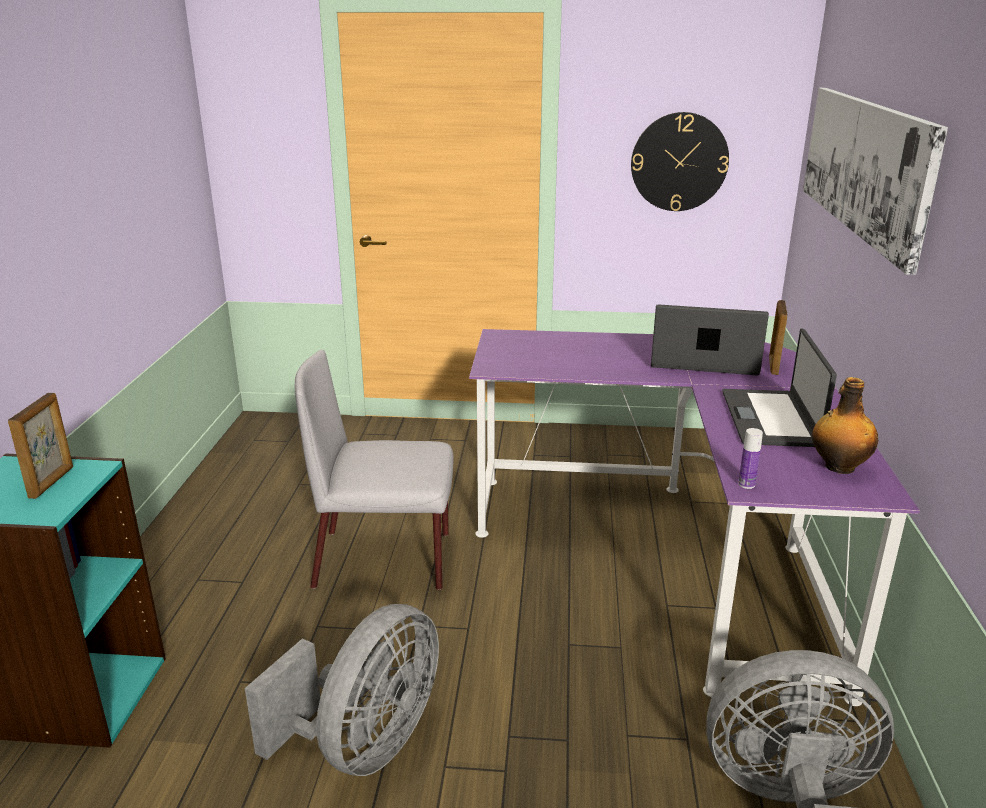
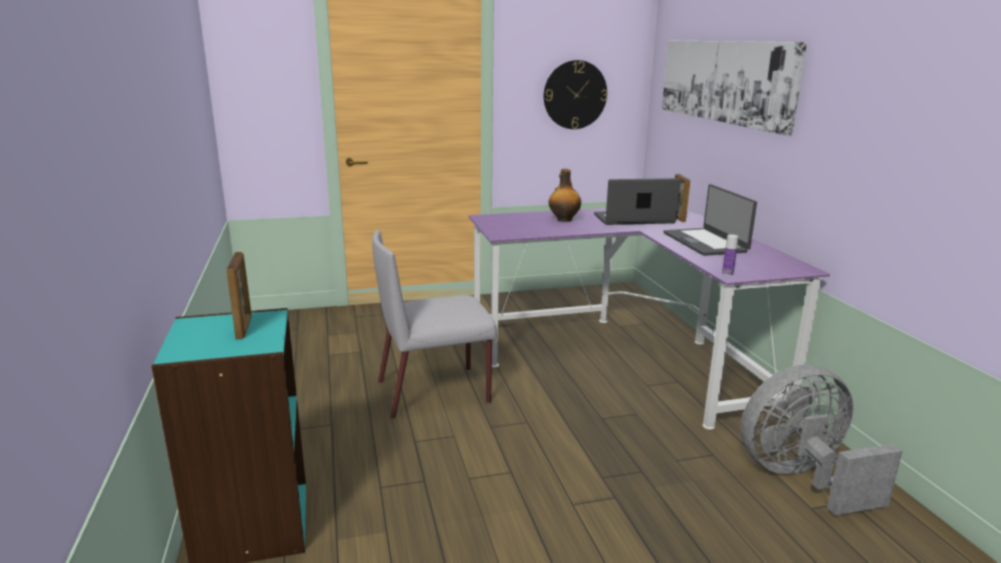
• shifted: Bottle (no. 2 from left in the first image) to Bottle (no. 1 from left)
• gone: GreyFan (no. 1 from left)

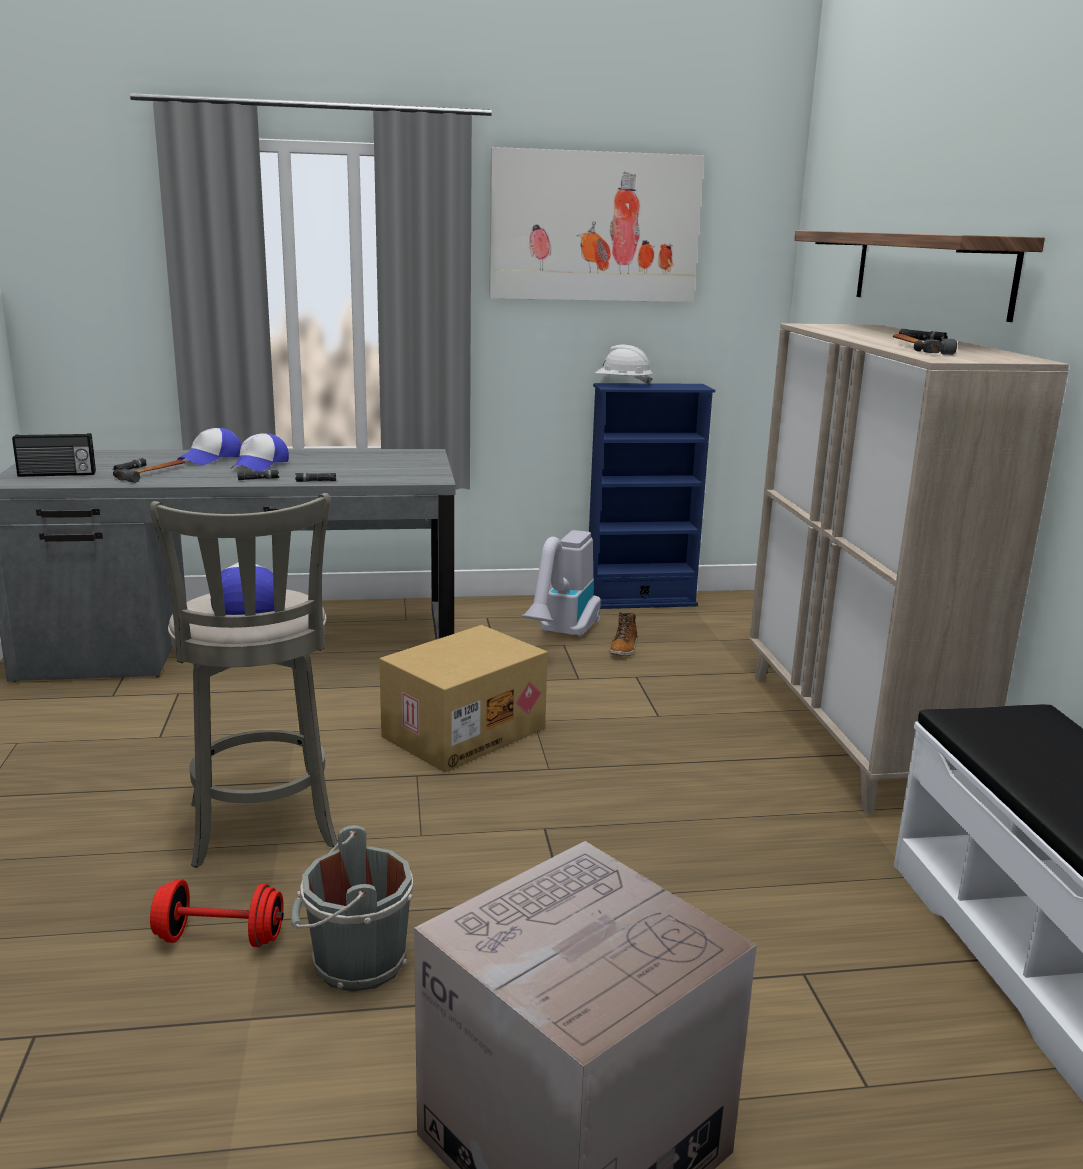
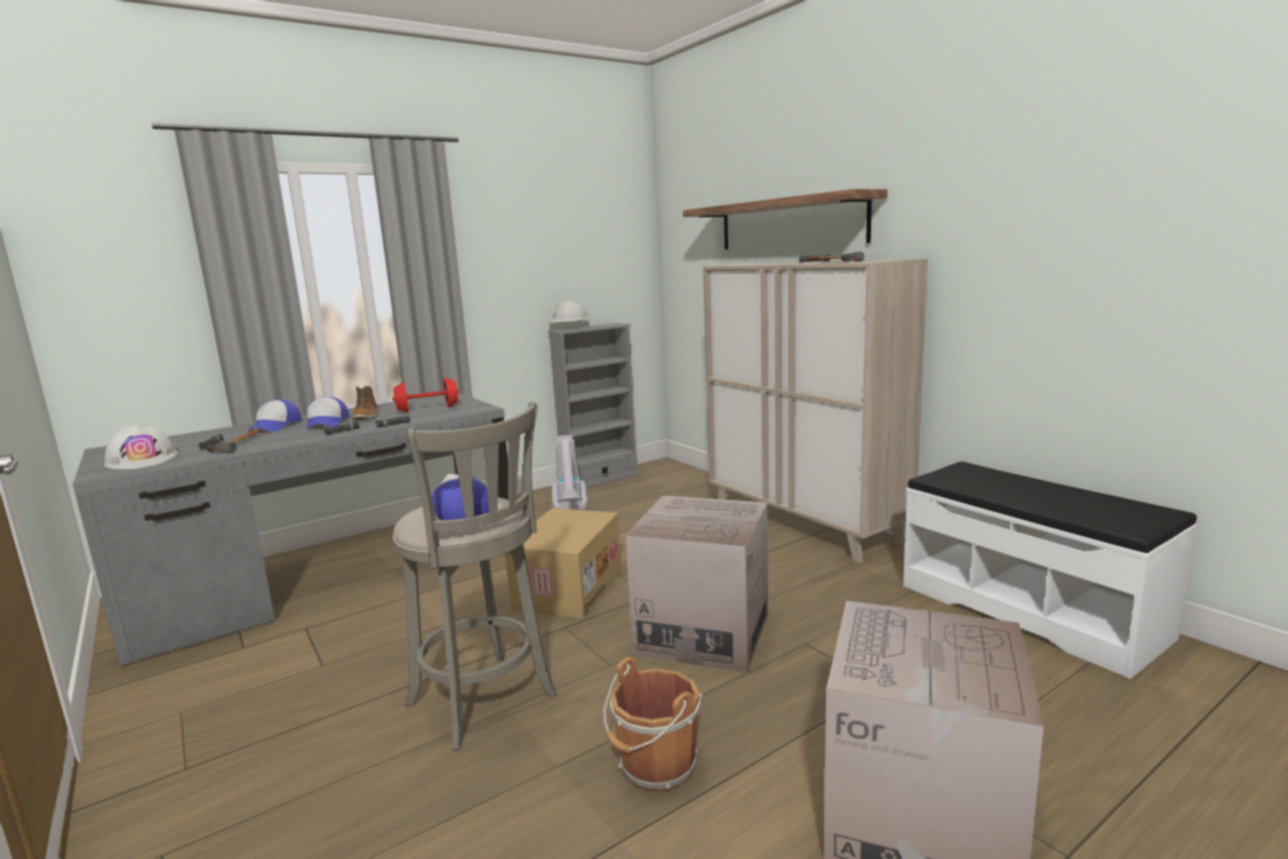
• gone: Picture
• repainted: BlueBookcase to GreyBookcase
• swapped: Radio to WhiteHardHat (no. 1 from left)
• shifted: Boot
• repainted: GreyBucket to BrownBucket
• shifted: RedDumbbell
• new: CardboardBox (no. 2 from left)

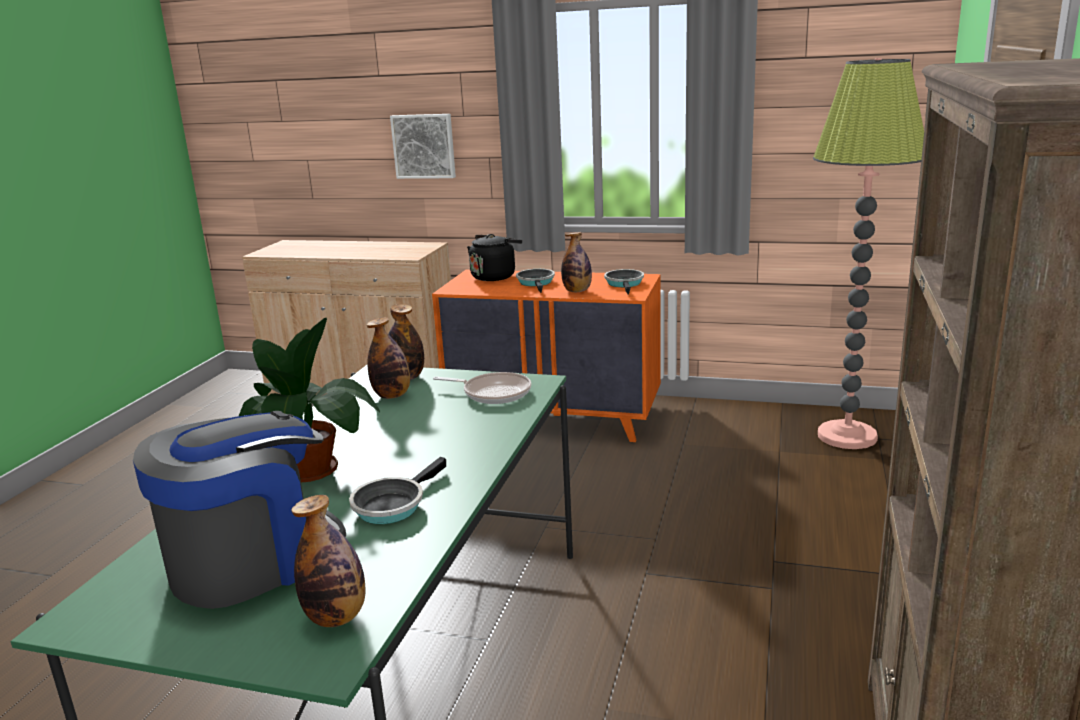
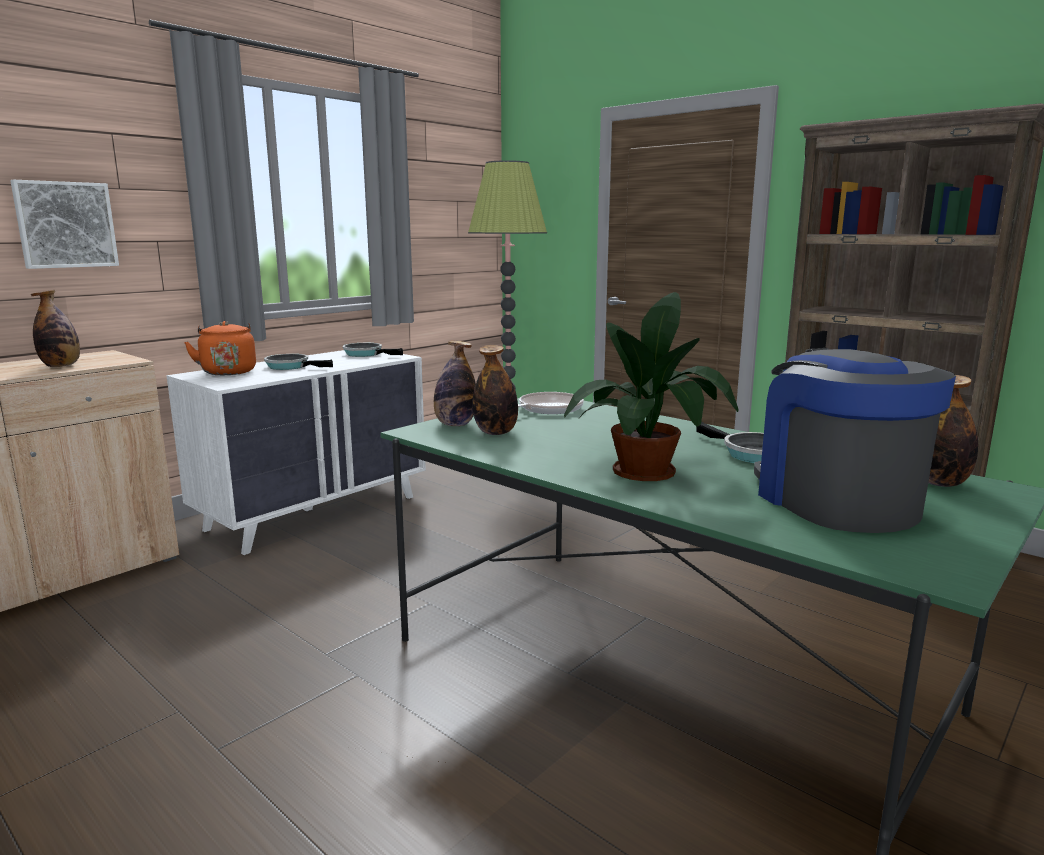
• shifted: Bottle (no. 4 from left in the first image) to Bottle (no. 1 from left)
• repainted: BlackKettle to OrangeKettle
• repainted: OrangeDresser to WhiteDresser

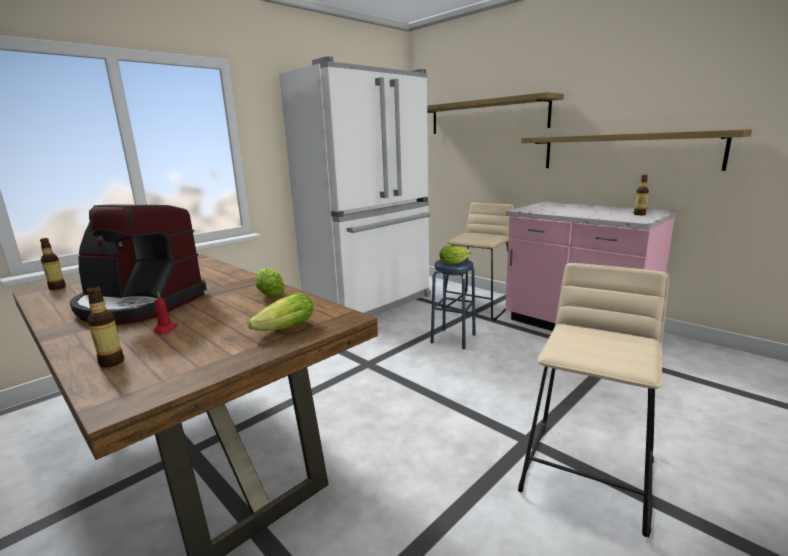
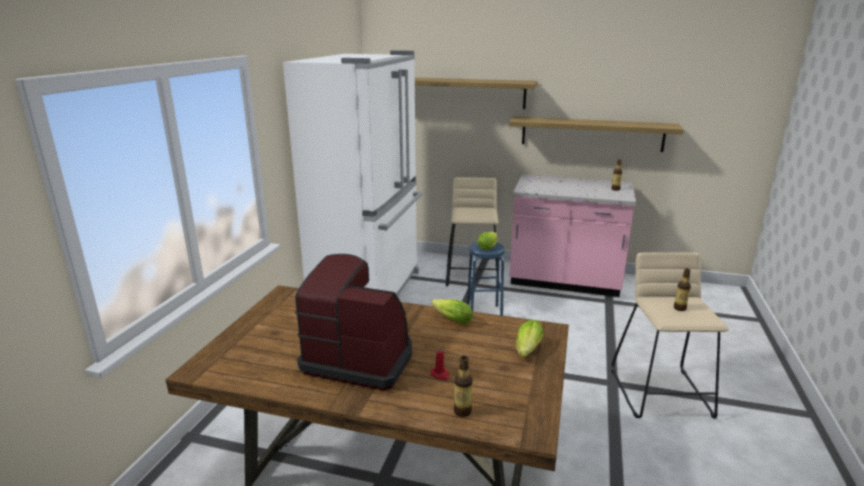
• rotated: CoffeeMachine 150 degrees counterclockwise
• shifted: Bottle (no. 1 from left in the first image) to Bottle (no. 3 from left)

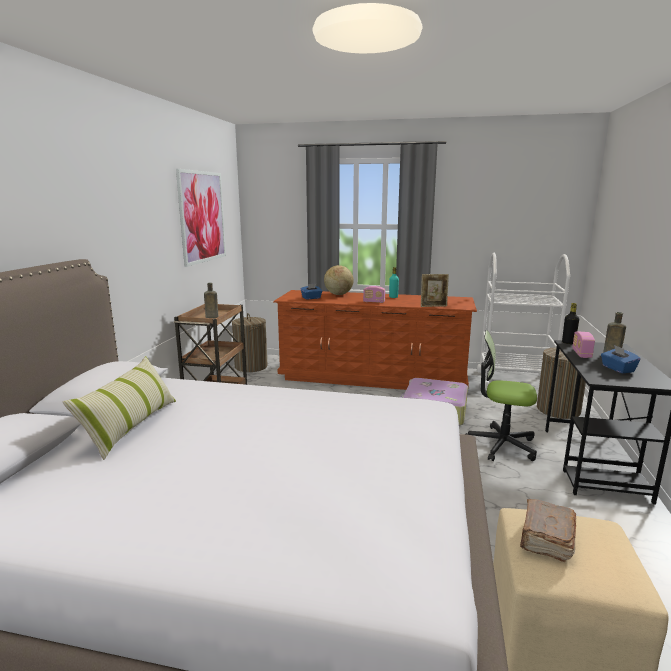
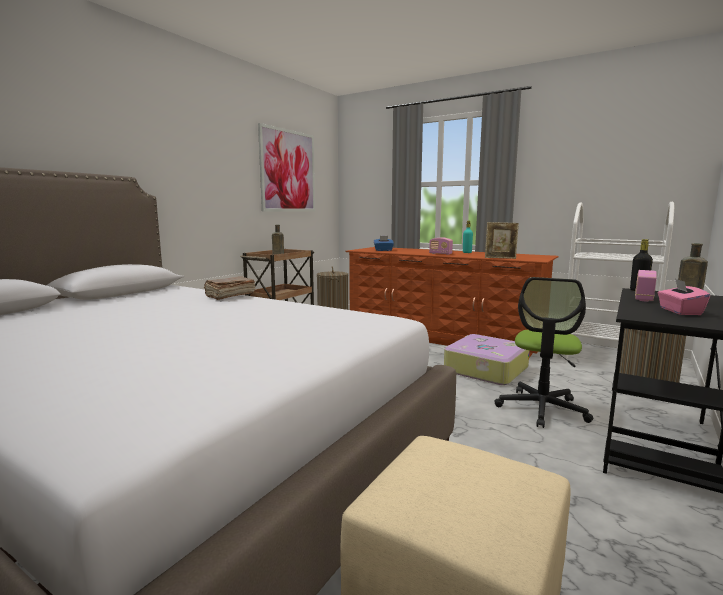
• gone: Globe
• rotated: OfficeChair 105 degrees counterclockwise
• repainted: BlueTissueBox (no. 2 from left) to PinkTissueBox
• gone: Pillow
• shifted: BrownBook

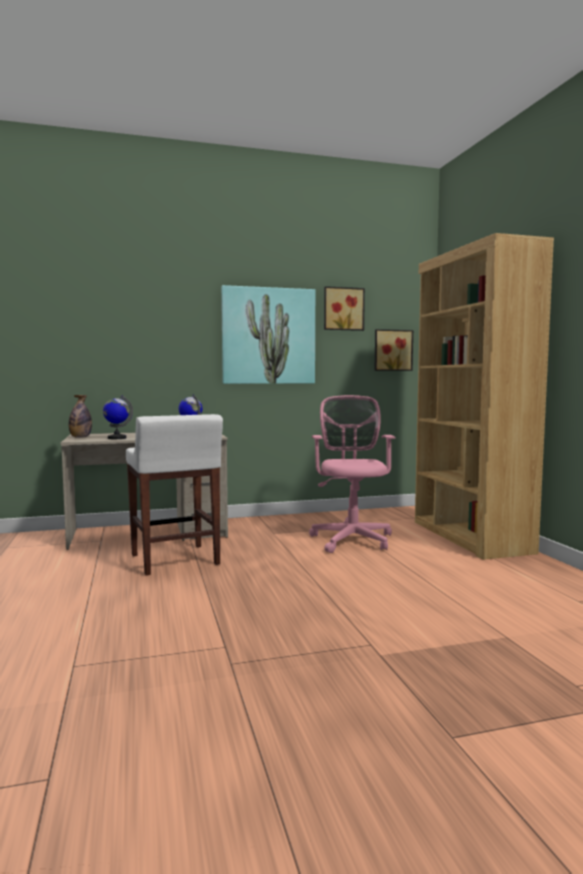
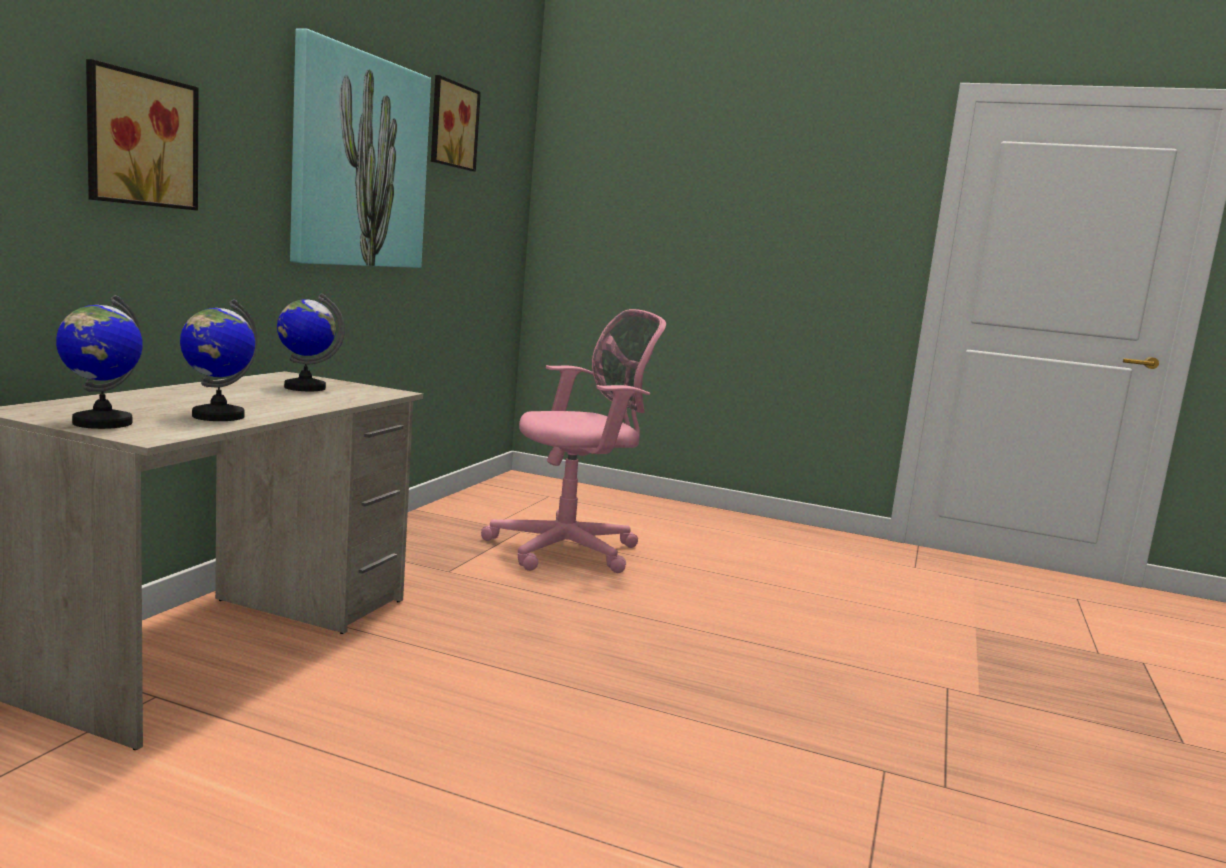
• gone: BrownBookcase
• shifted: Picture (no. 3 from left in the first image) to Picture (no. 1 from left)
• swapped: Bottle to Globe (no. 1 from left)
• rotated: PinkOfficeChair 120 degrees clockwise
• gone: WhiteStool

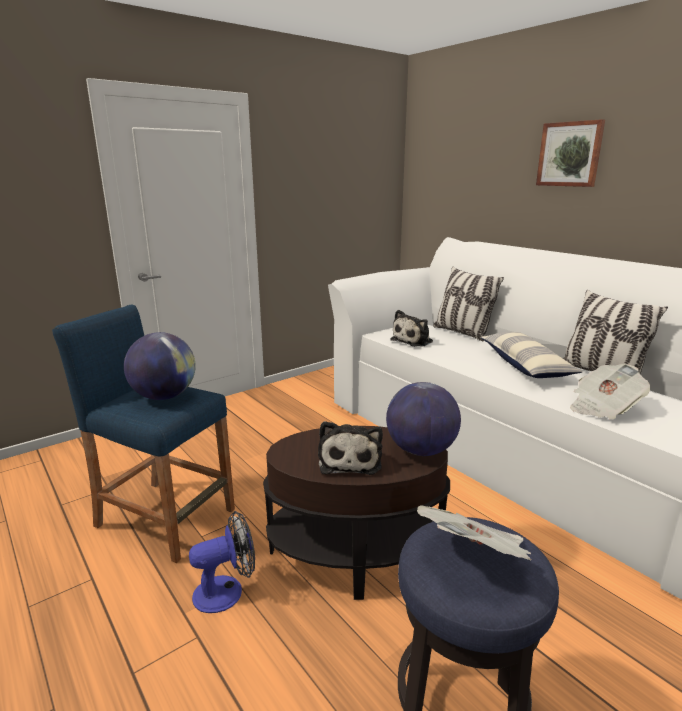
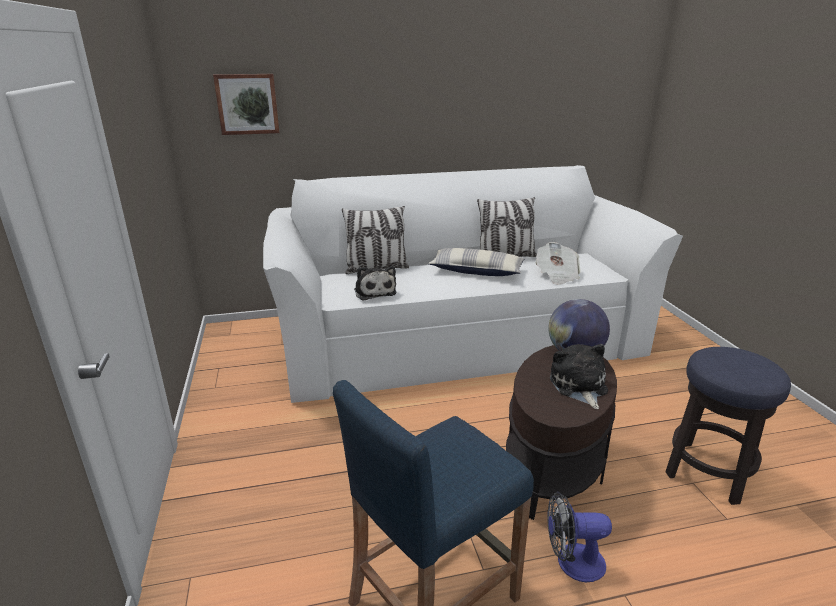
• shifted: Picture
• gone: Globe (no. 1 from left)
• rotated: PlushToy (no. 1 from left in the first image) 120 degrees counterclockwise
• gone: Newspaper (no. 1 from left)
• rotated: Fan 90 degrees counterclockwise

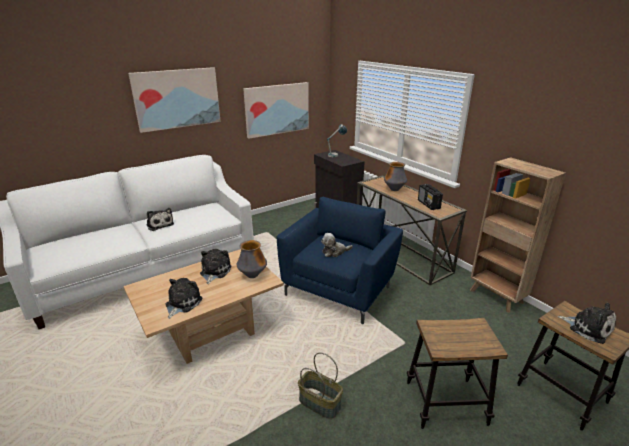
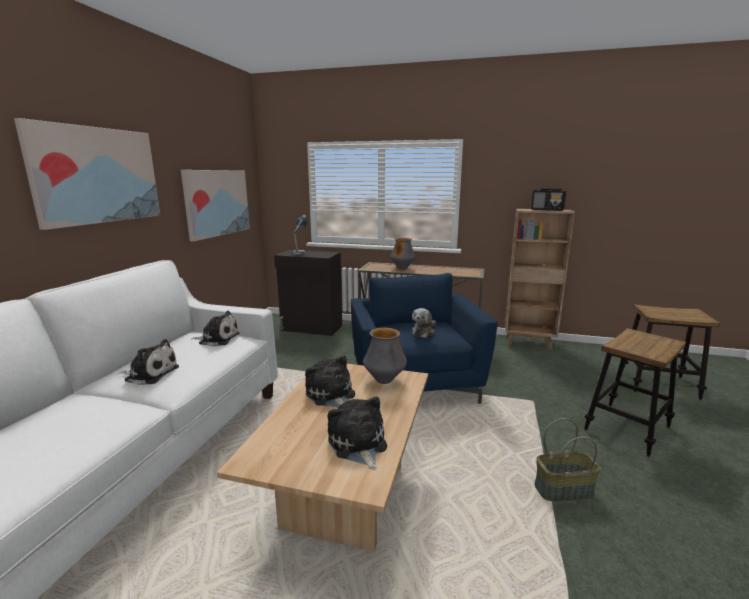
• shifted: Radio
• shifted: PlushToy (no. 5 from left in the first image) to PlushToy (no. 2 from left)

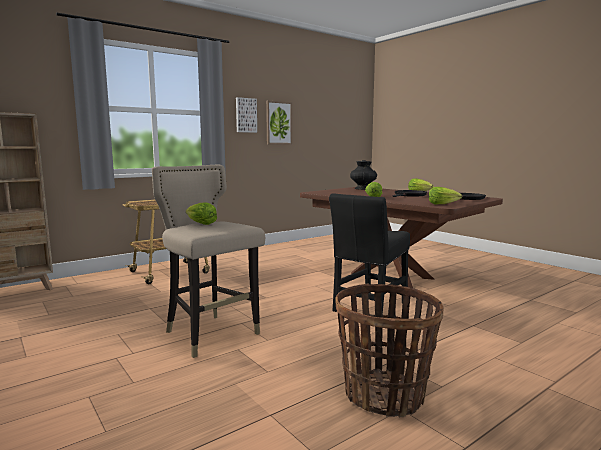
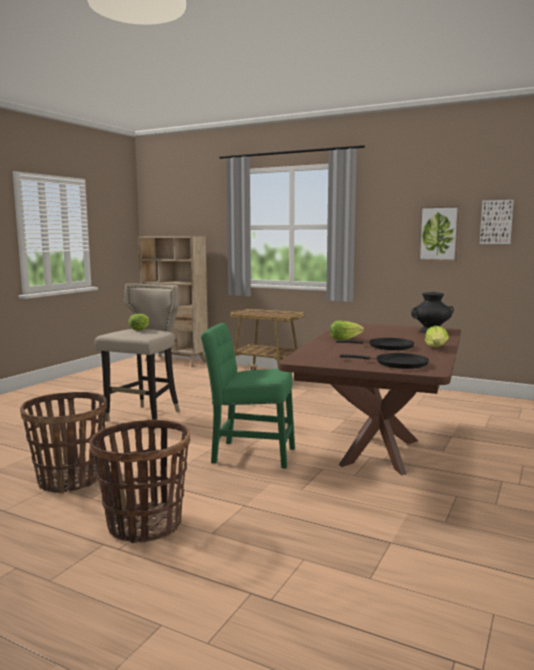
• shifted: Picture (no. 1 from left in the first image) to Picture (no. 2 from left)
• gone: Lettuce (no. 4 from left)
• repainted: BlackChair to GreenChair
• new: Basket (no. 2 from left)

